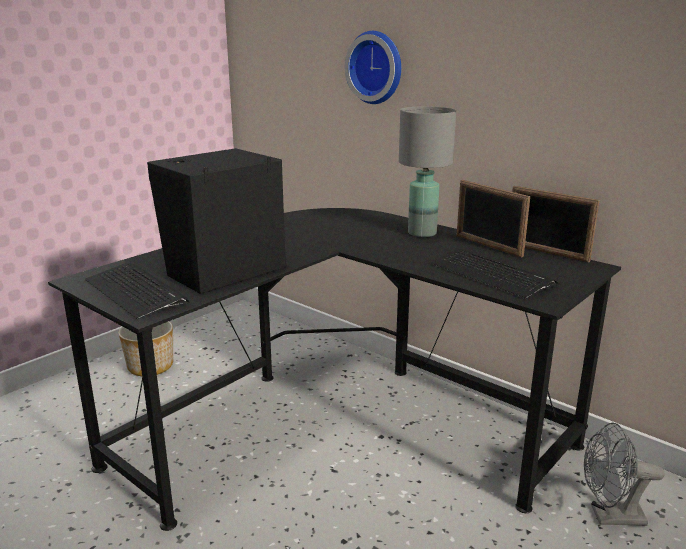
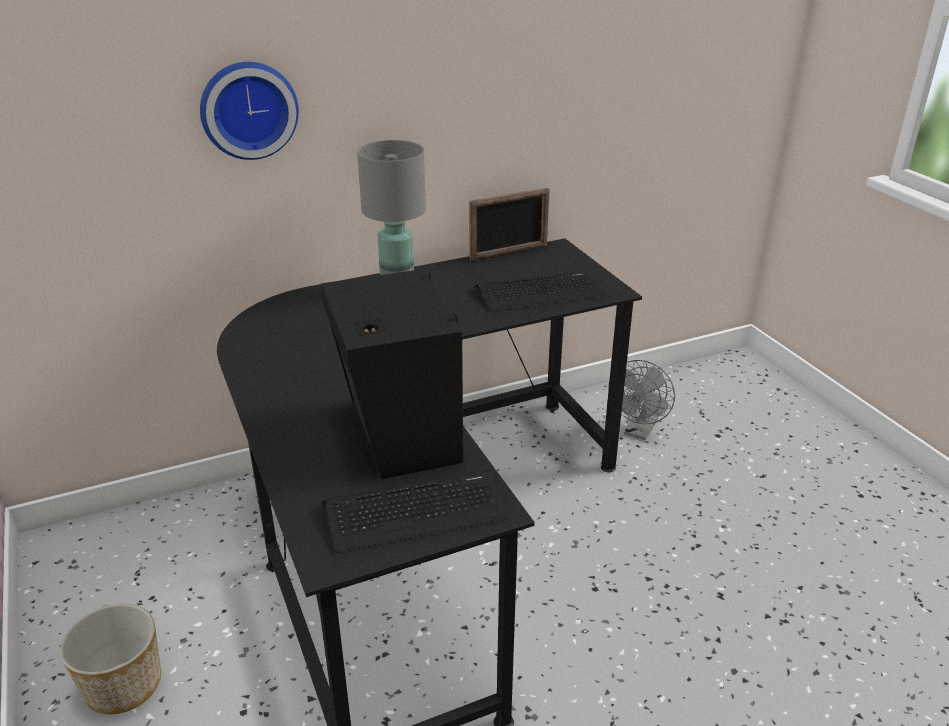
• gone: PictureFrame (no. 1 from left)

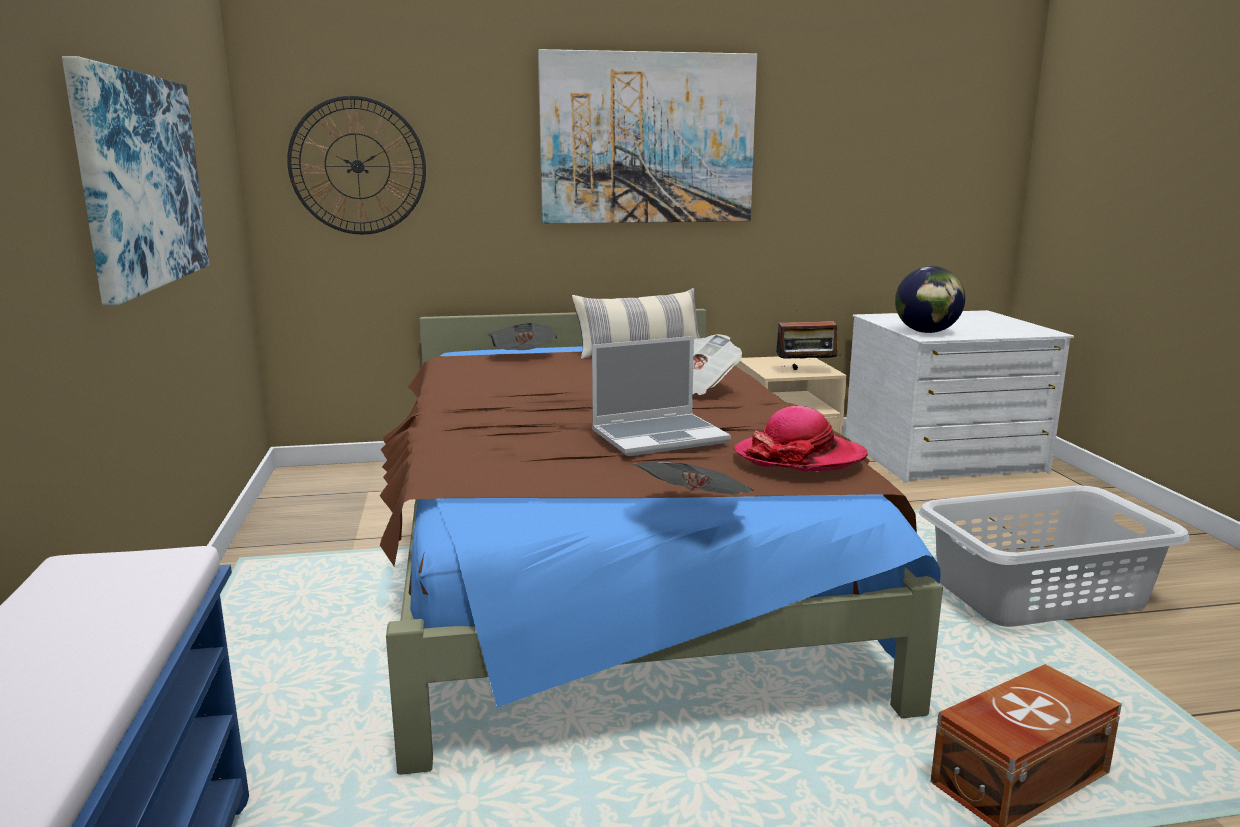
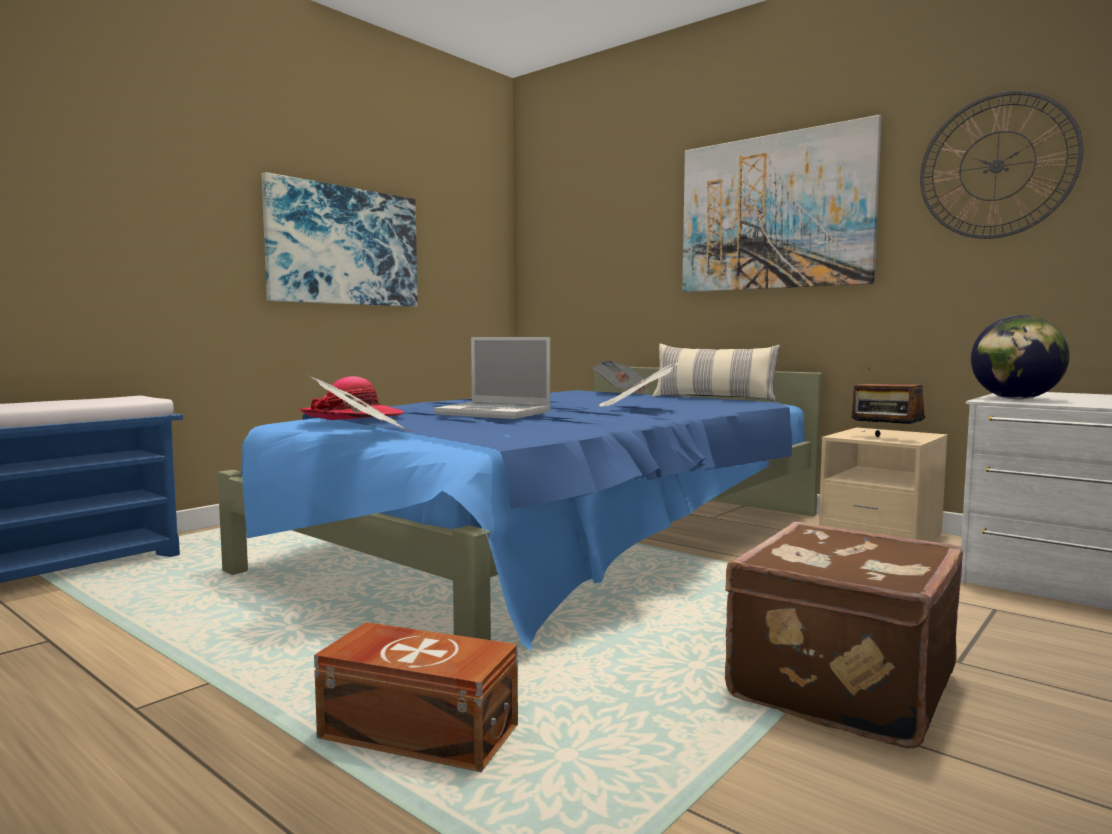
• shifted: WallClock
• repainted: BrownBed to BlueBed
• shifted: Hat
• swapped: GreyLaundryBasket to BrownSuitcase

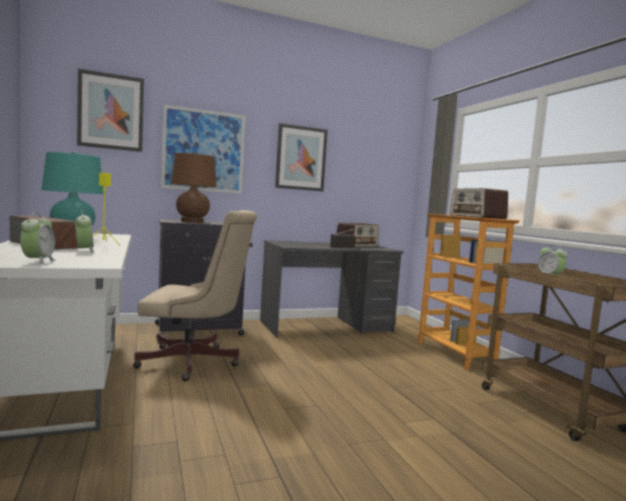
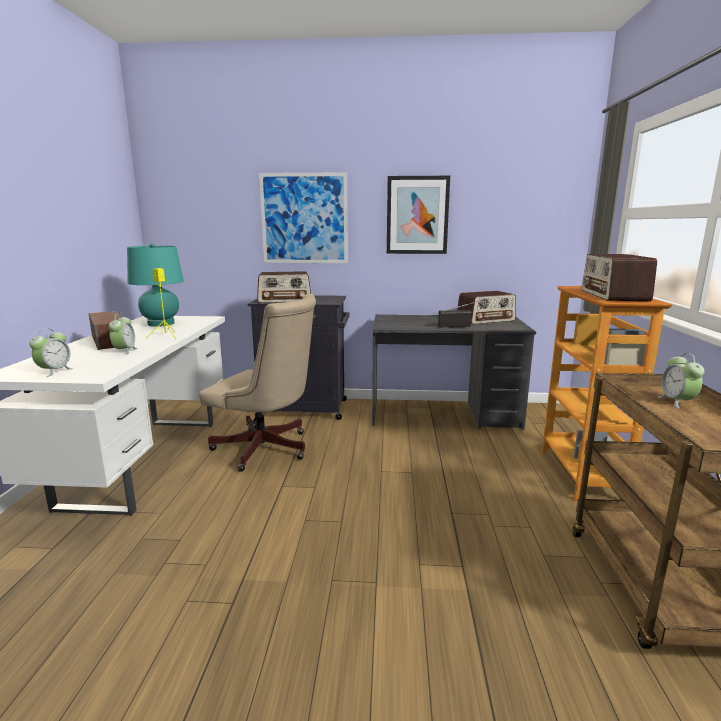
• gone: Picture (no. 1 from left)
• swapped: BrownTableLamp to Radio (no. 1 from left)

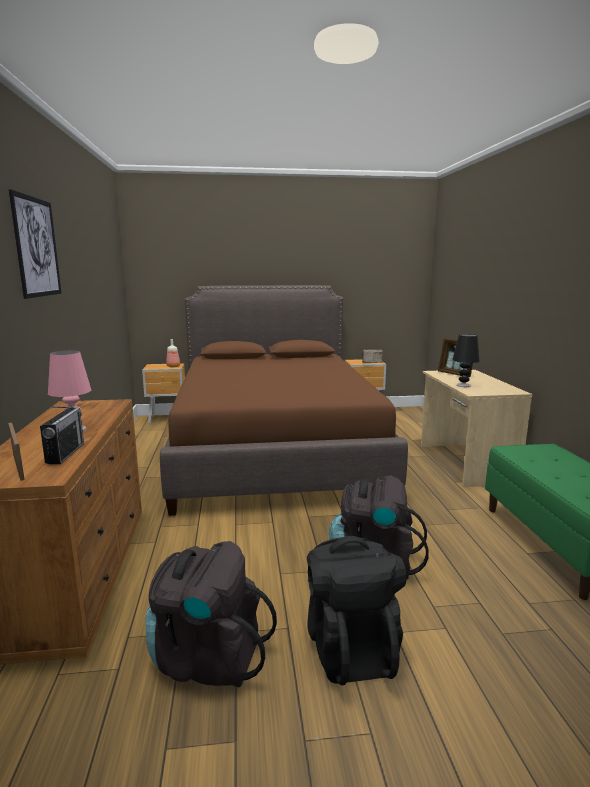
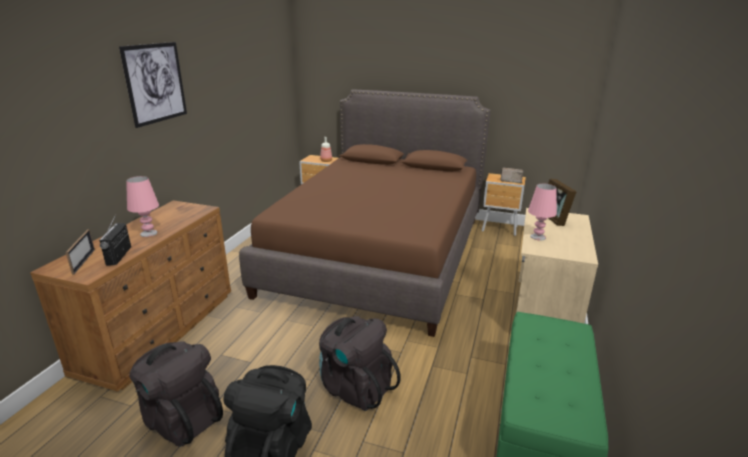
• repainted: BlackTableLamp to PinkTableLamp (no. 2 from left)
• rotated: Radio (no. 1 from left) 150 degrees clockwise

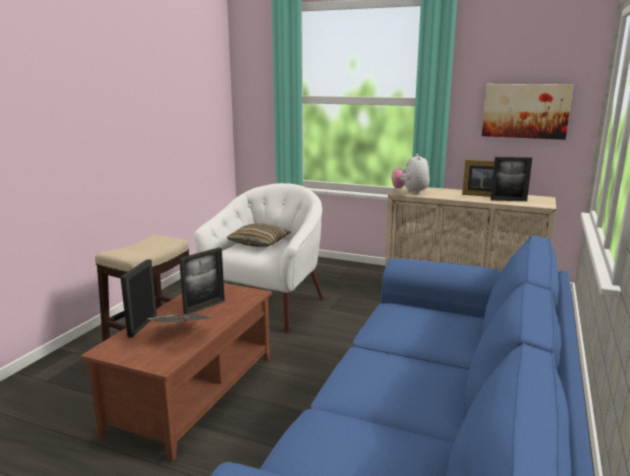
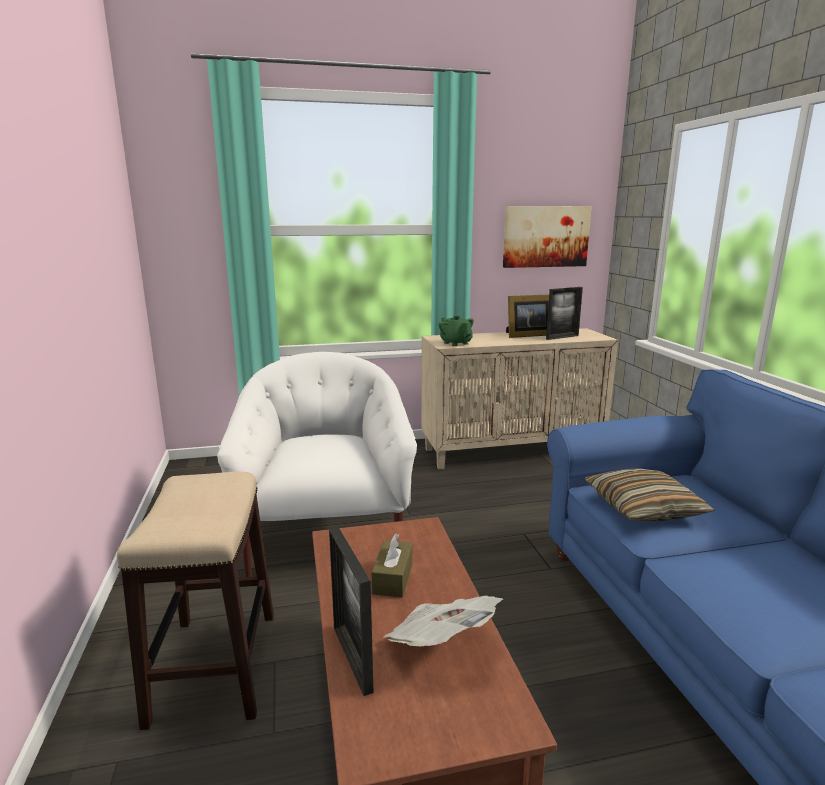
• swapped: PlushToy to GreenTeapot
• shifted: Pillow
• swapped: PictureFrame (no. 2 from left) to BrownTissueBox

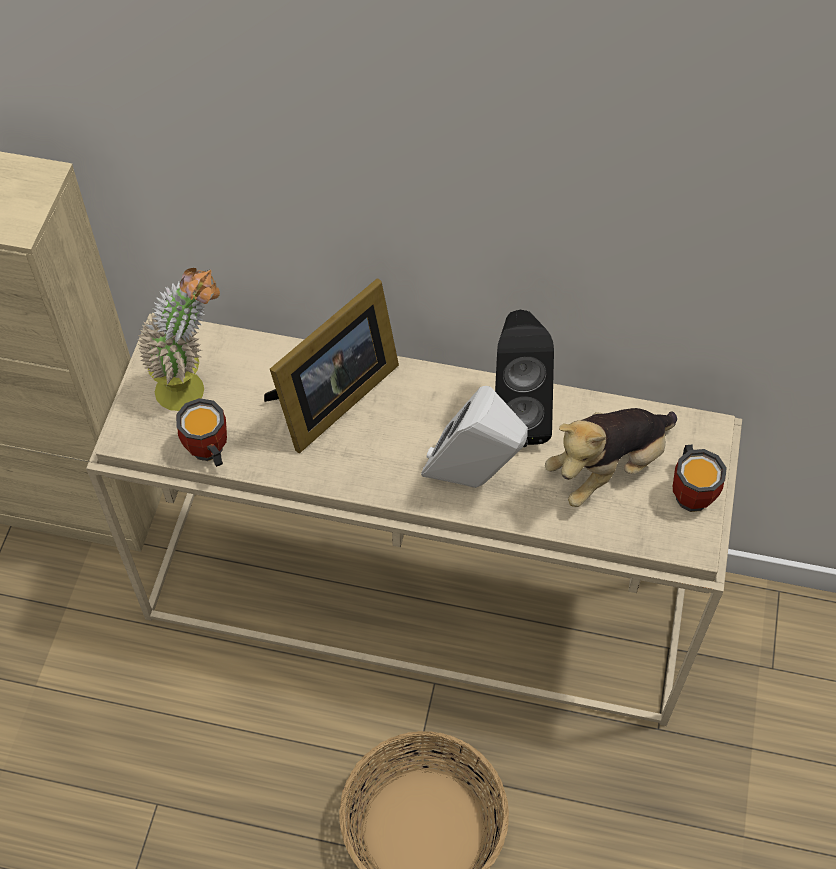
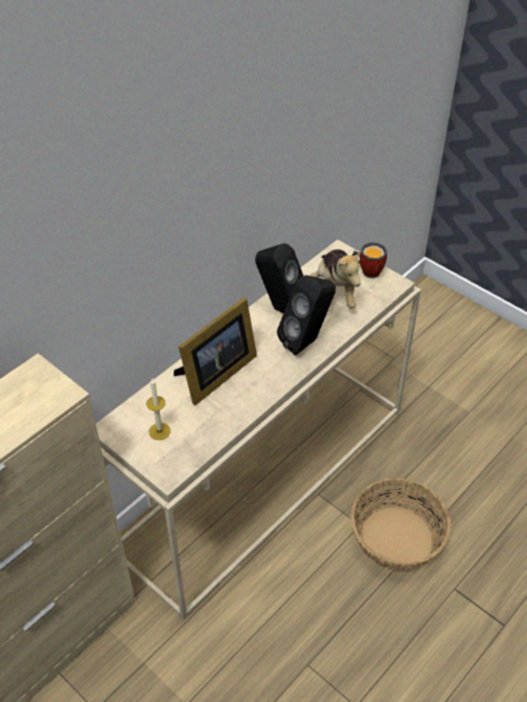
• swapped: PottedPlant to Candle
• rotated: PictureFrame 60 degrees clockwise
• repainted: WhiteSpeaker to BlackSpeaker (no. 2 from left)
• gone: Mug (no. 1 from left)

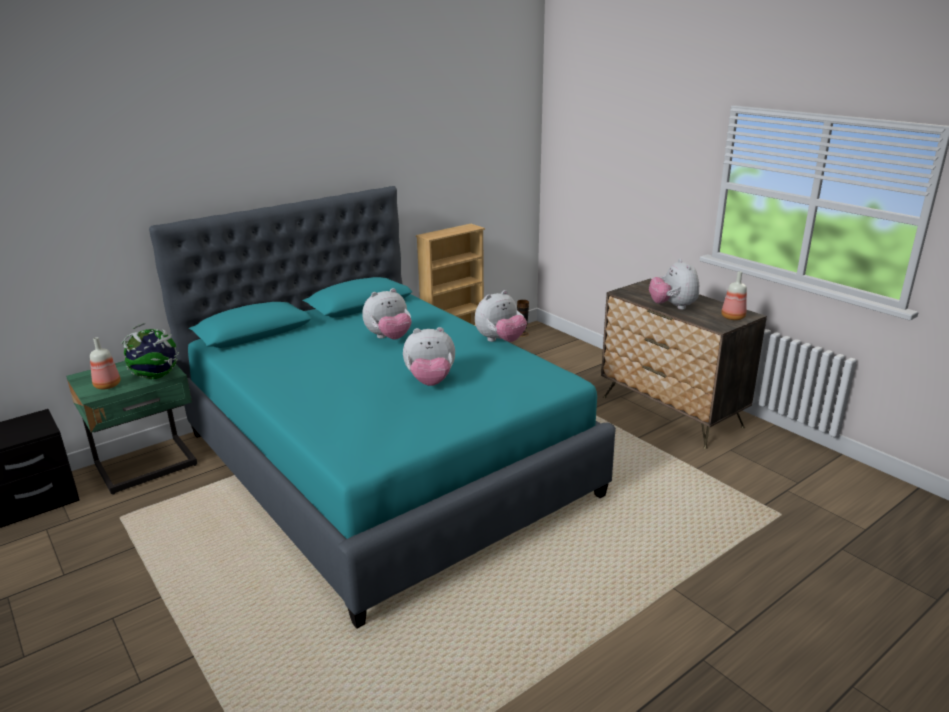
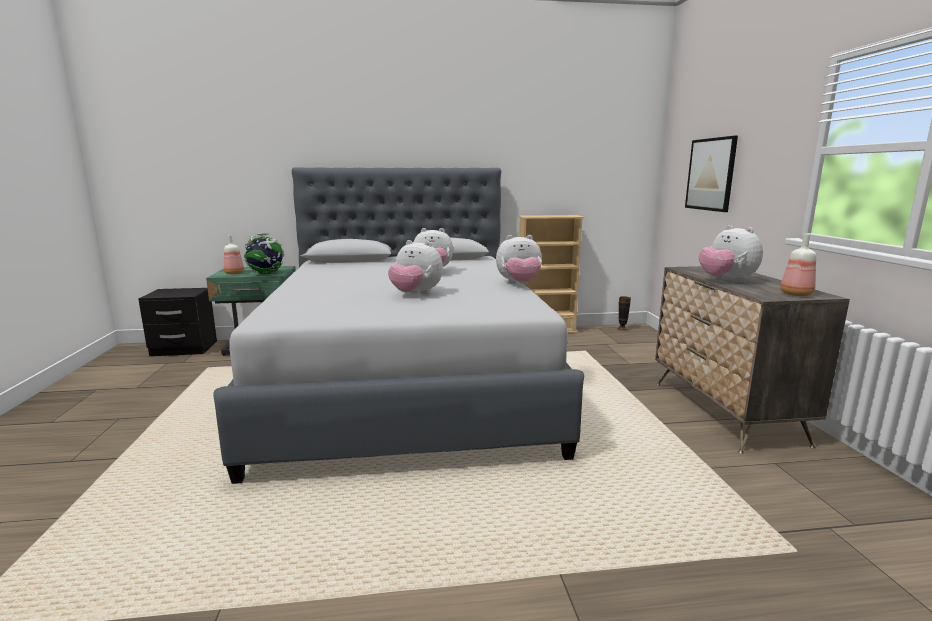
• repainted: TurquoiseBed to GreyBed
• rotated: PlushToy (no. 4 from left) 45 degrees counterclockwise
• new: Picture

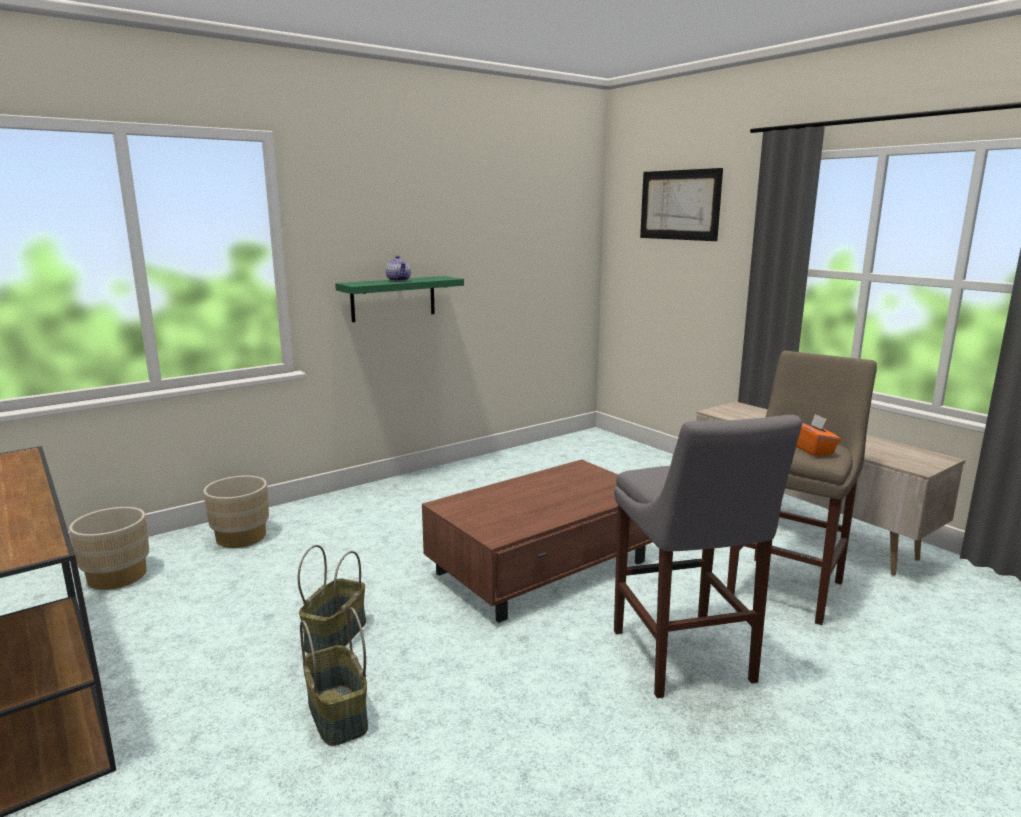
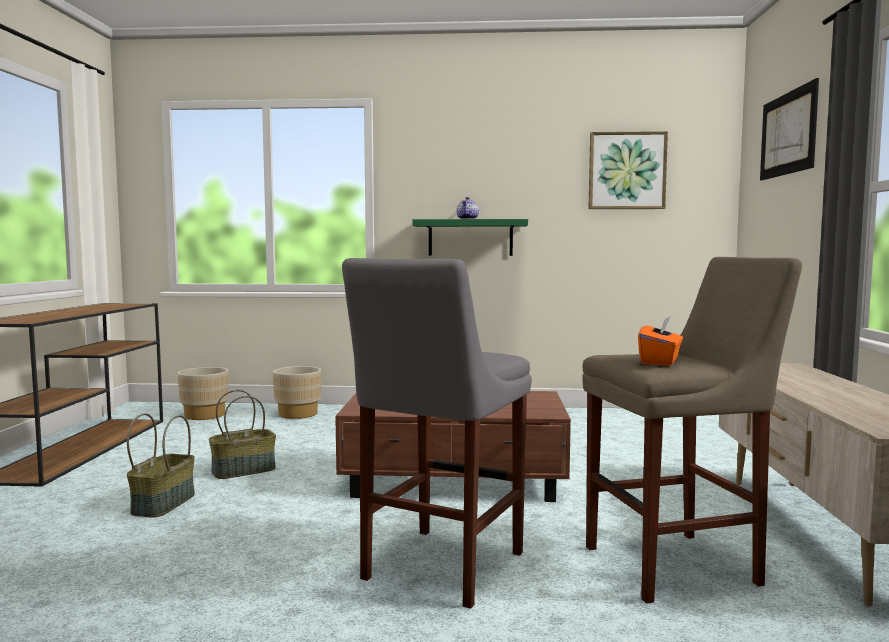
• new: Picture (no. 1 from left)

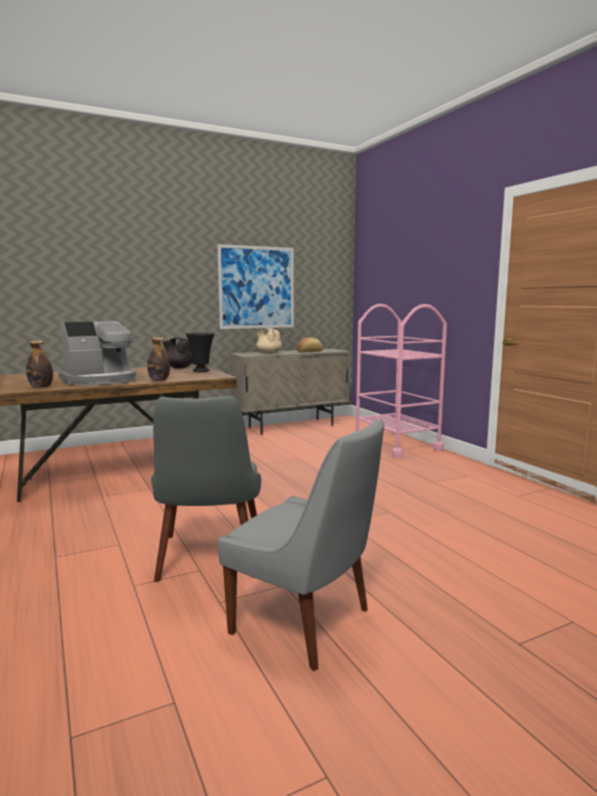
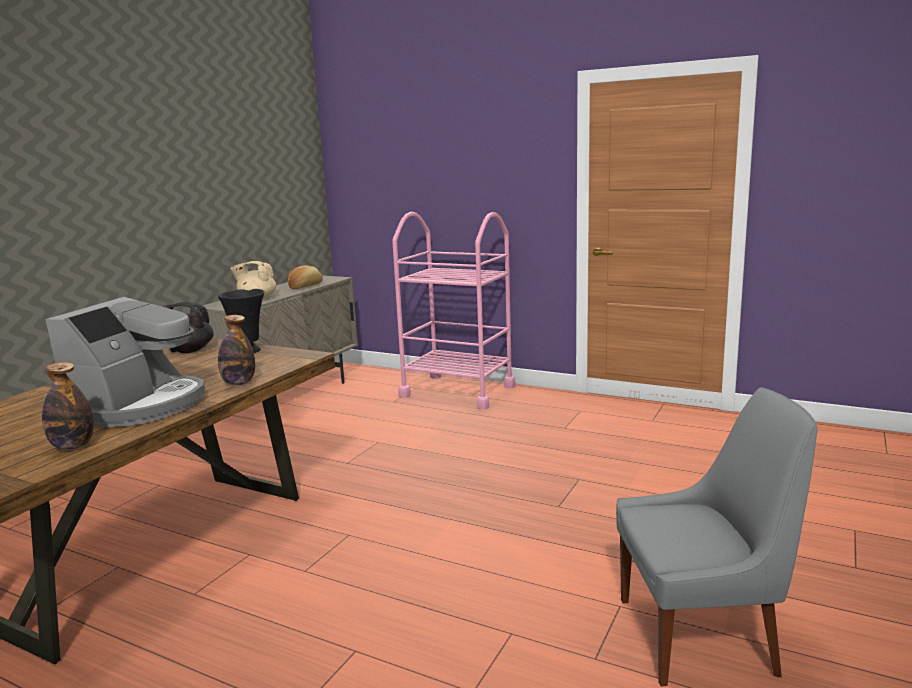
• gone: Picture
• gone: GreyChair (no. 1 from left)

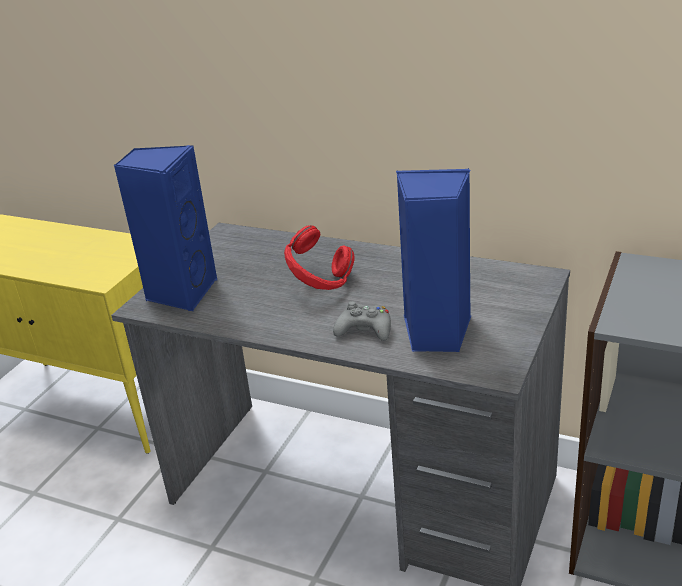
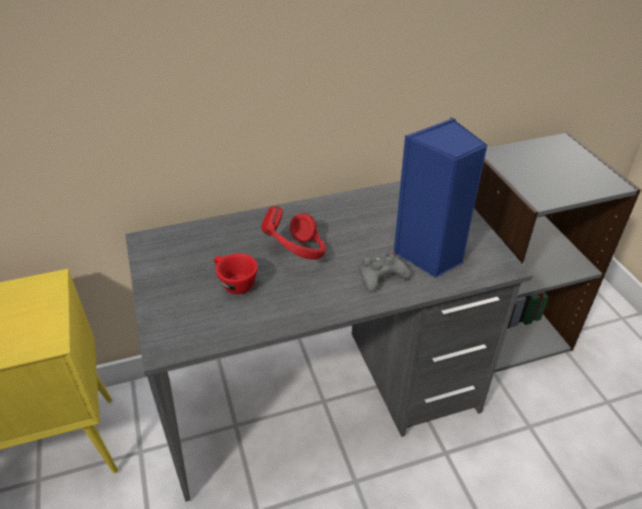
• gone: BlueSpeaker (no. 1 from left)
• new: RedCup

